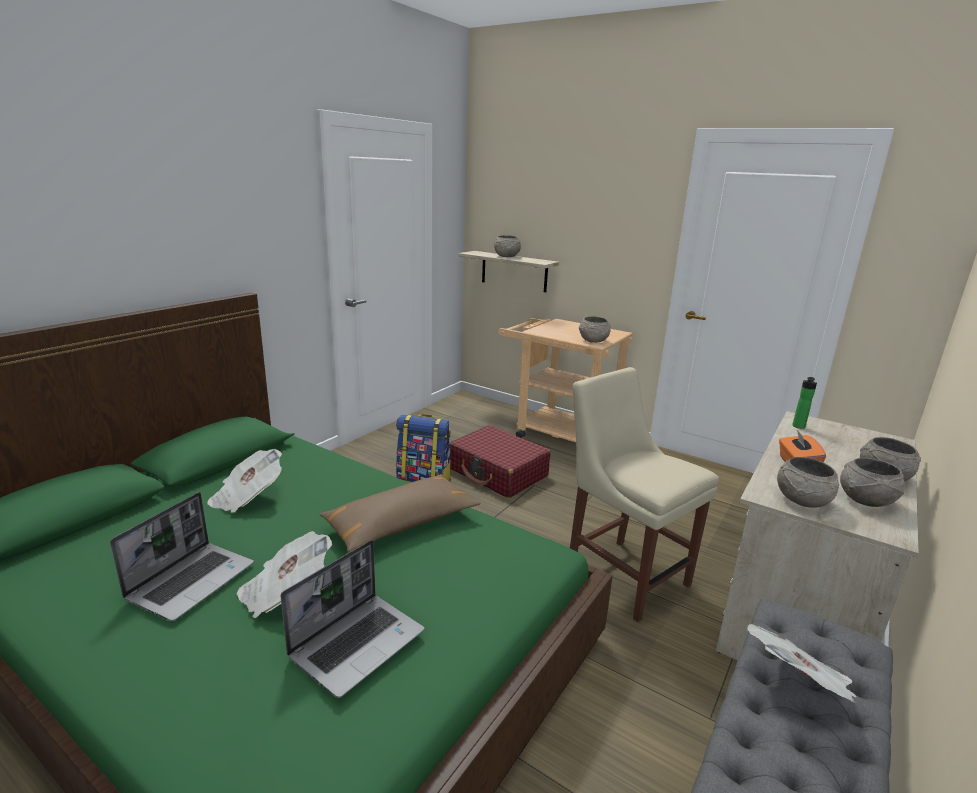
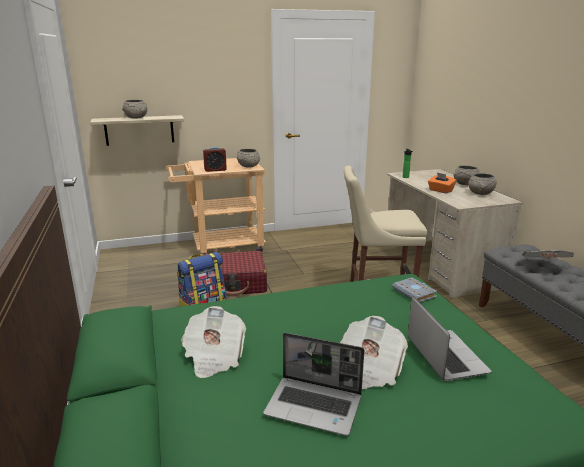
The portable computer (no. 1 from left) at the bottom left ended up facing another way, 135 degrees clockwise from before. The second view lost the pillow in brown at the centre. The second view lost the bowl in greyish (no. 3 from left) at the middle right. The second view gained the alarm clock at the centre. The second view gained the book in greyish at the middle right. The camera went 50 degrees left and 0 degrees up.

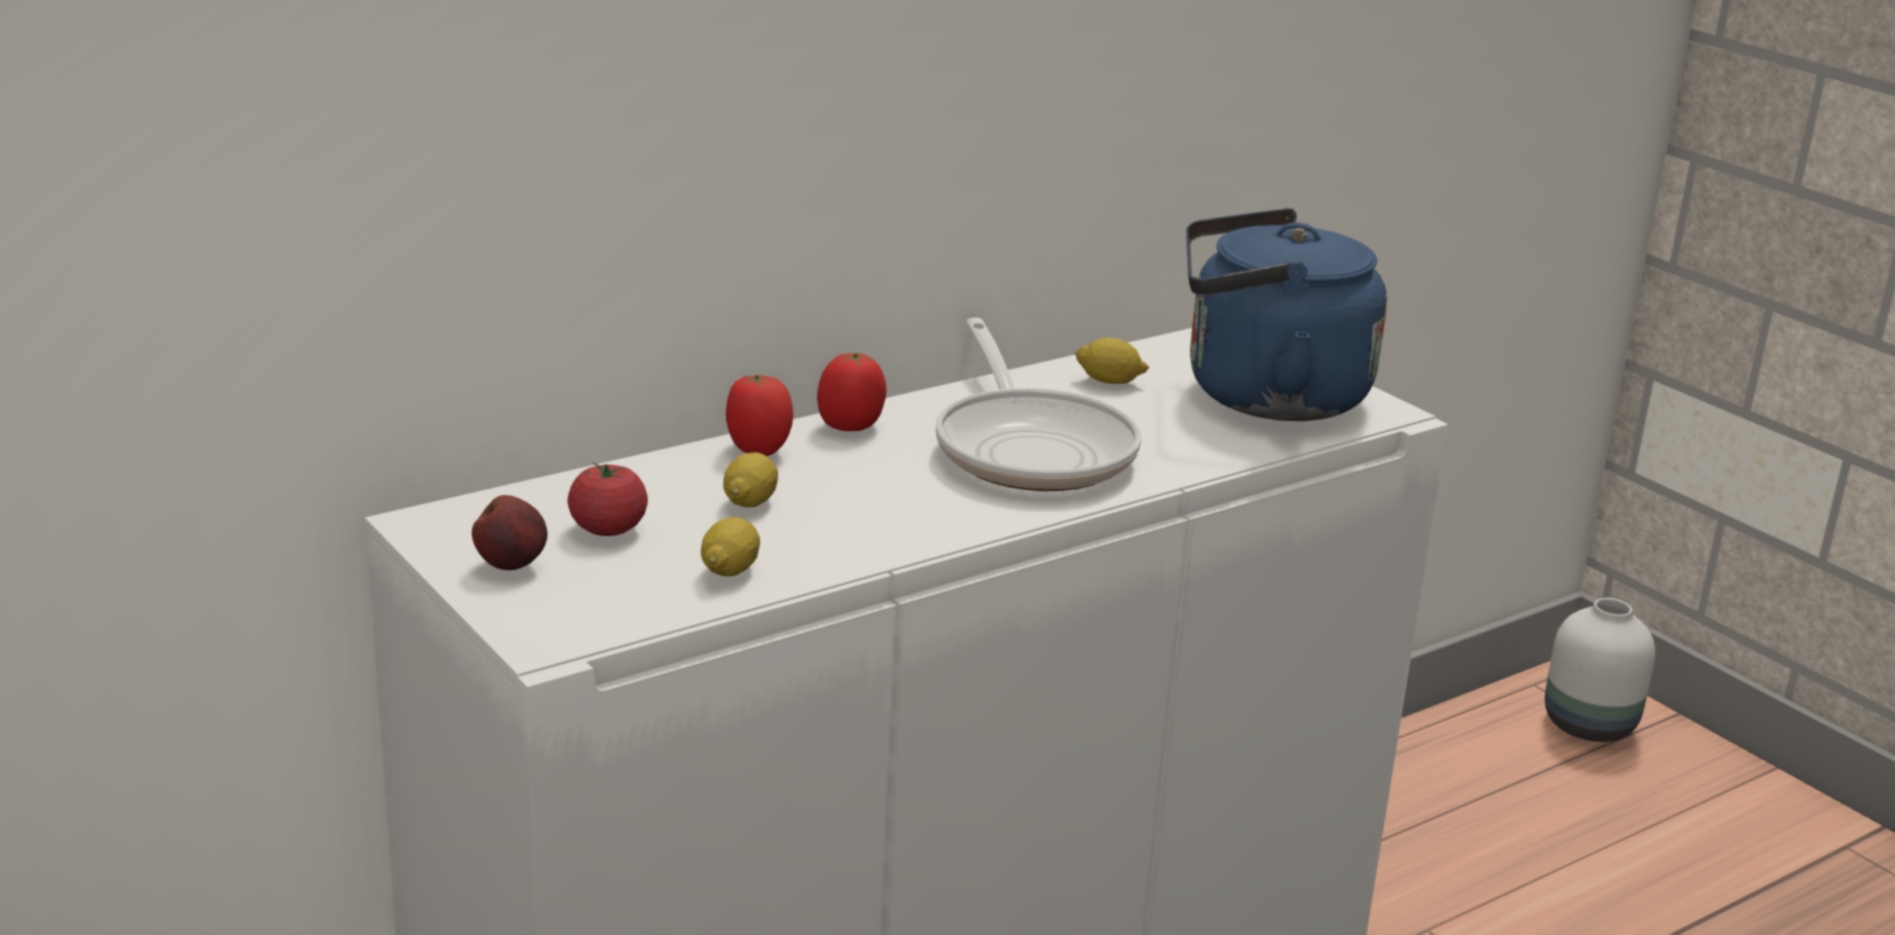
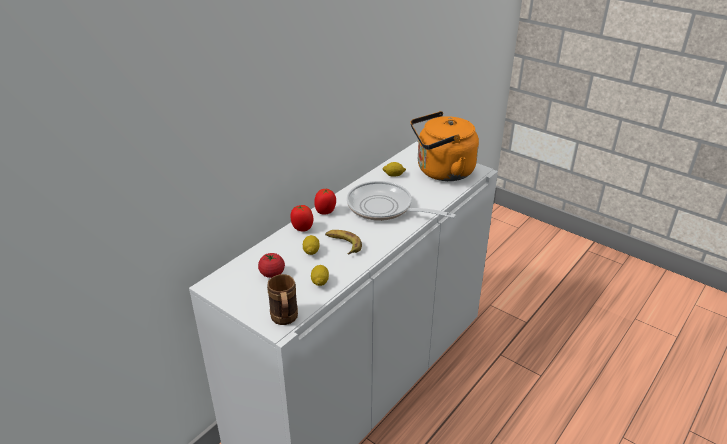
The second view lost the apple fruit at the middle left. The skillet at the centre ended up facing another way, 150 degrees clockwise from before. What was the water kettle in blue at the middle right turned into the water kettle in orange-coloured at the top centre. The second view lost the flower vase in white at the bottom right. The second view gained the coffee mug in brown at the bottom centre. The second view gained the banana fruit at the centre. The camera went 15 degrees left and 10 degrees up.

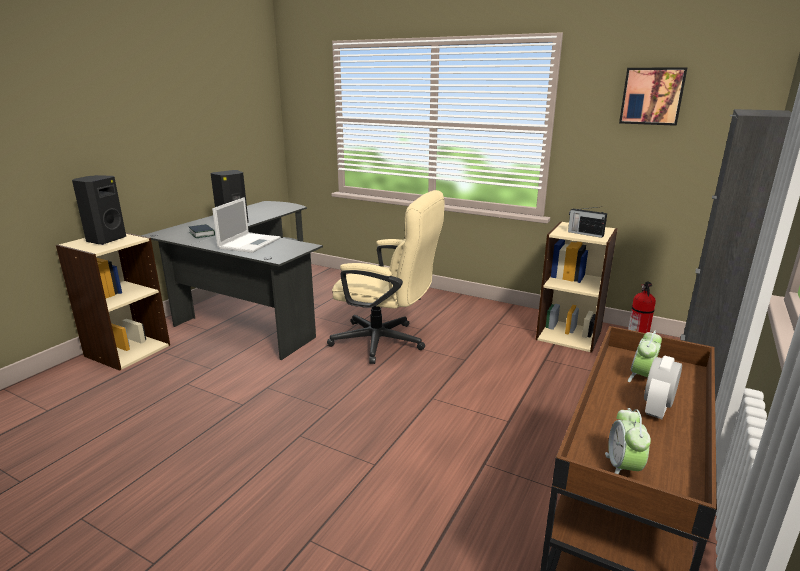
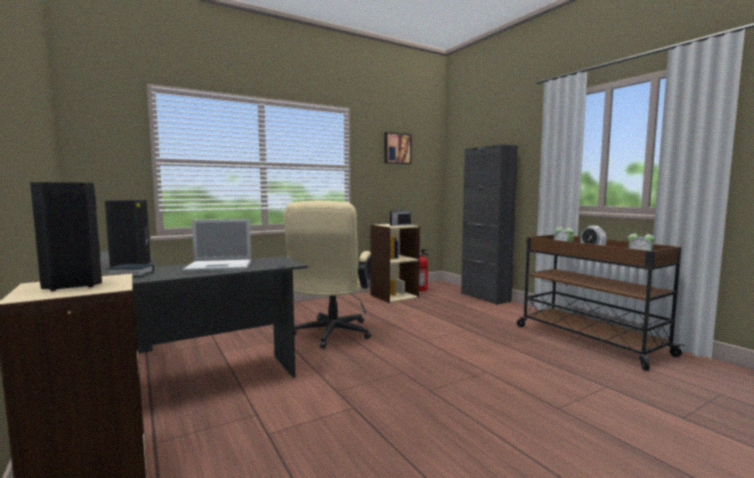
The portable computer at the middle left ended up facing another way, 120 degrees clockwise from before. The office chair in sand-coloured at the centre ended up facing another way, 135 degrees clockwise from before. The camera went 60 degrees left and 15 degrees down.

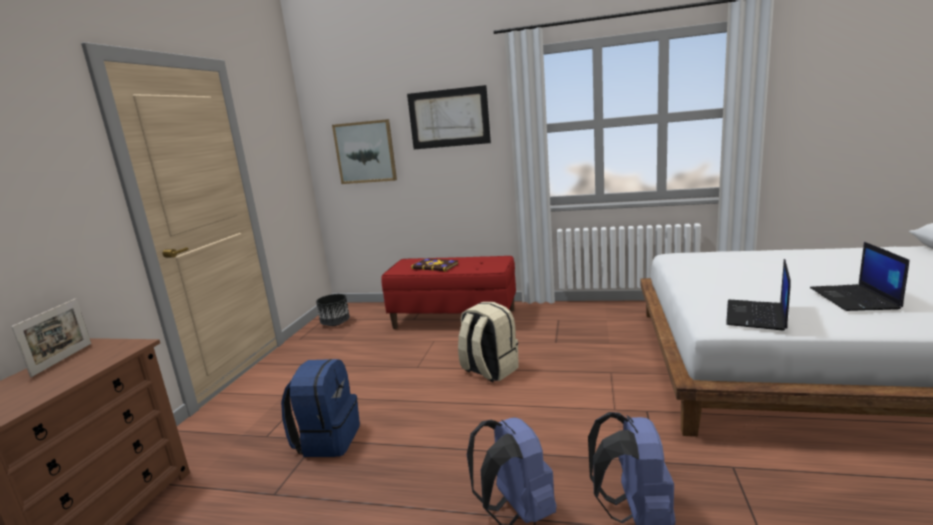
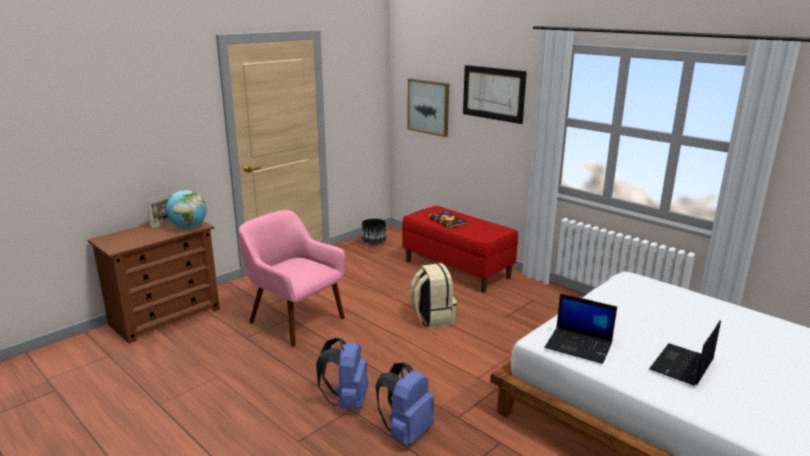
Where the backpack in blue (no. 1 from left) stood at the bottom centre, the armchair in pink-coloured came to stand at the centre. The portable computer (no. 1 from left) at the middle right ended up facing another way, 120 degrees counterclockwise from before. The second view gained the desk globe at the middle left. The camera went 30 degrees right and 5 degrees up.

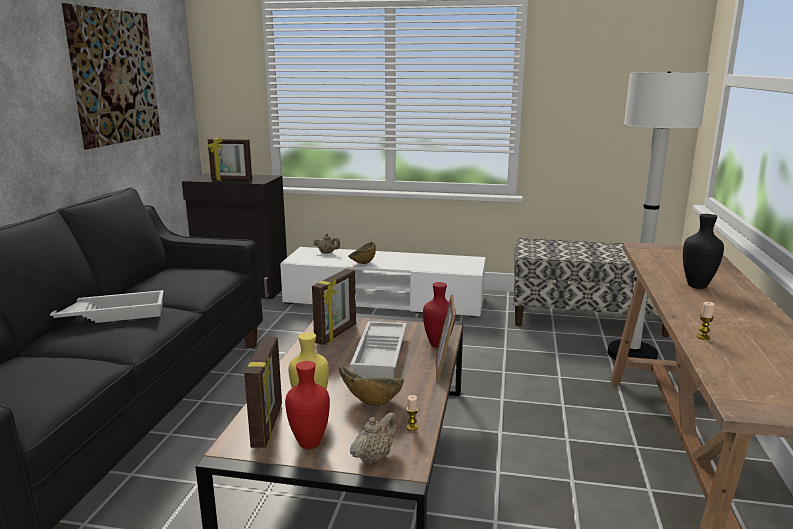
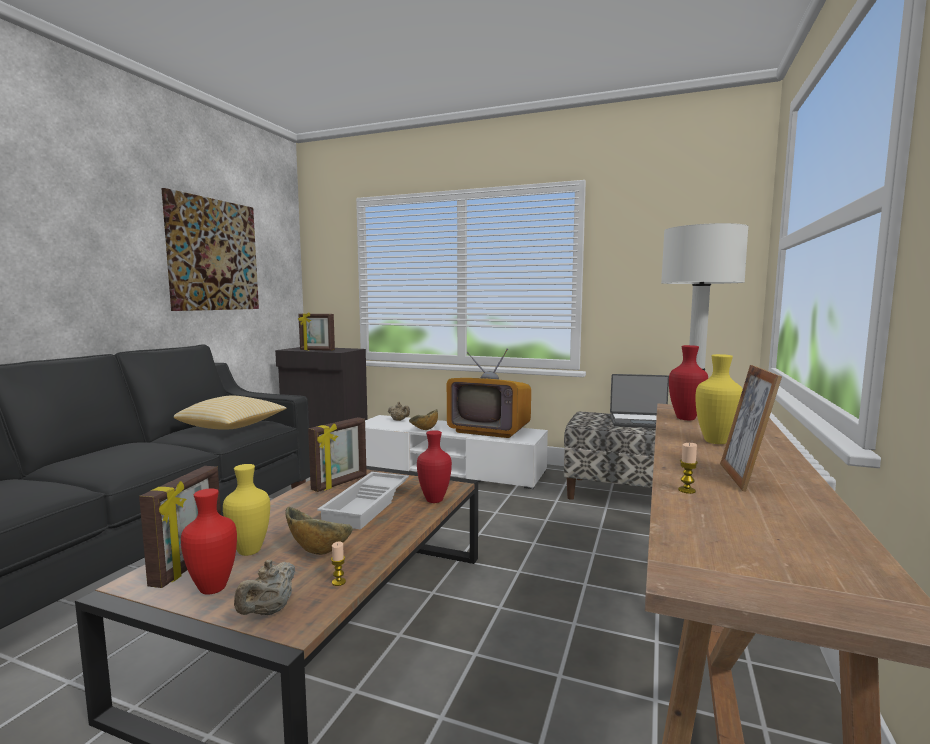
The second view lost the serving tray in white (no. 1 from left) at the middle left. The tea pot in sand-coloured (no. 2 from left in the first image) at the bottom centre ended up facing another way, 150 degrees clockwise from before. The standing frame (no. 4 from left) ended up elsewhere, having gone from the centre to the middle right. What was the flower vase in blackish at the middle right turned into the flower vase in yellow (no. 2 from left) at the middle right. The second view gained the pillow at the middle left. The second view gained the television at the centre. The second view gained the portable computer at the middle right. The second view gained the flower vase in red (no. 3 from left) at the middle right. The camera went 10 degrees right and 10 degrees down.

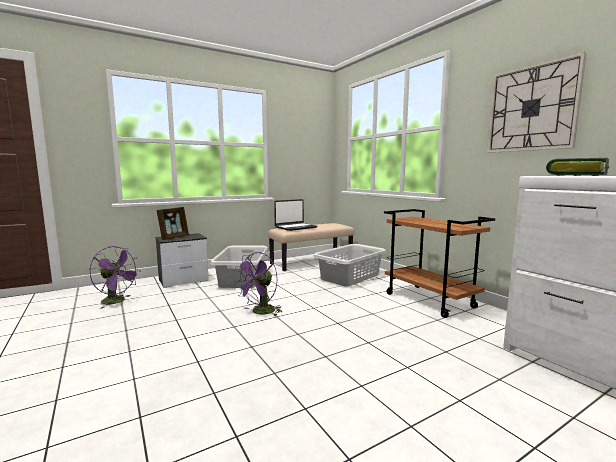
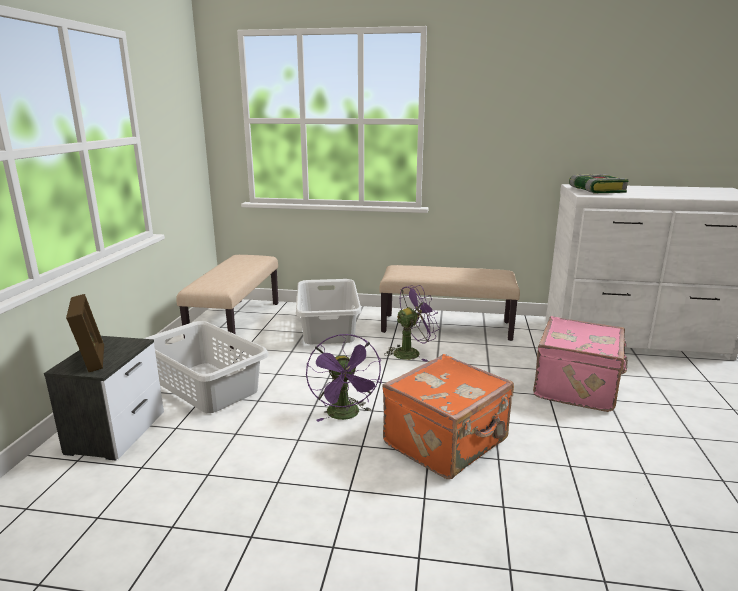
The cooling fan in purple (no. 1 from left in the first image) ended up elsewhere, having gone from the middle left to the centre. The second view lost the portable computer at the centre. Where the wheeled cart in brown stood at the middle right, the indoor bench in sand-coloured (no. 2 from left) came to stand at the centre. The second view lost the wall clock at the top right. The second view gained the piece of luggage in orange-coloured at the bottom centre. The second view gained the piece of luggage in pink-coloured at the middle right. The camera went 50 degrees left and 10 degrees up.

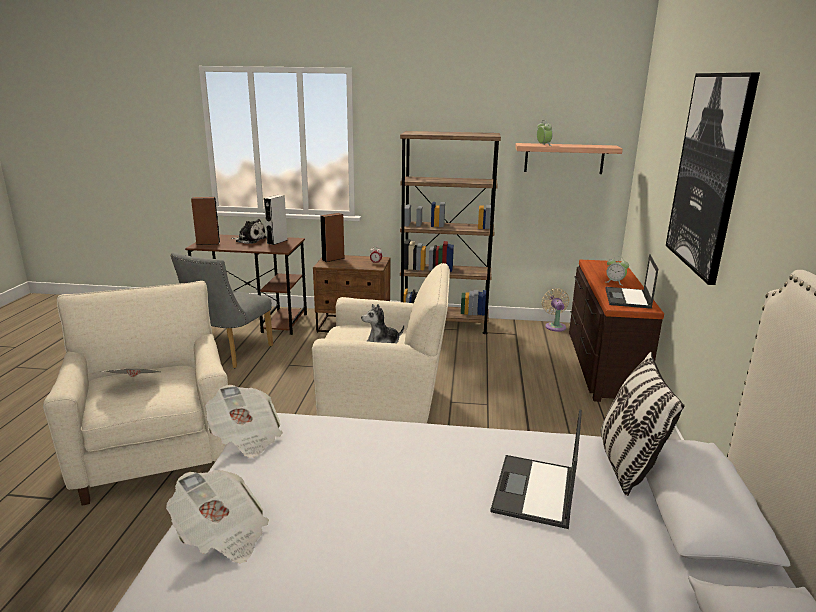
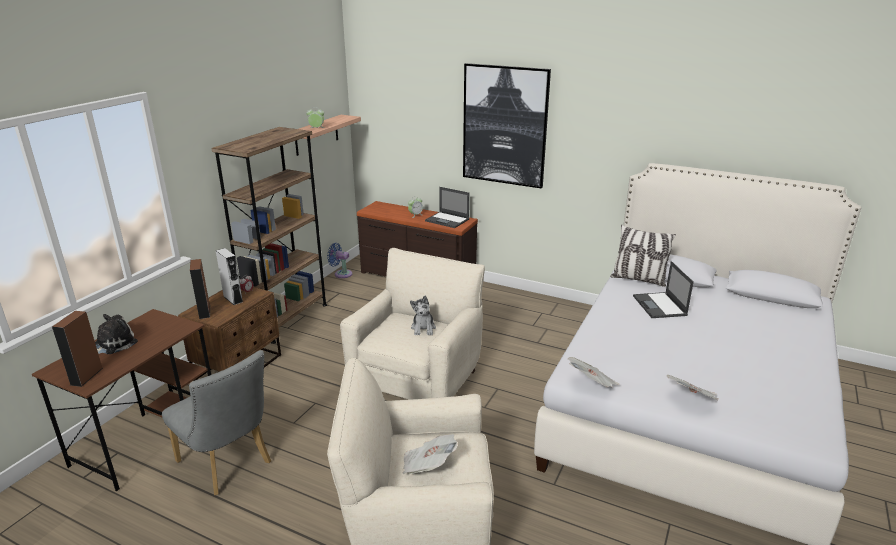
The loudspeaker in greyish ended up elsewhere, having gone from the centre to the middle left. The portable computer (no. 1 from left in the first image) at the bottom centre ended up facing another way, 45 degrees clockwise from before. What was the cooling fan in sand-coloured at the middle right turned into the cooling fan in blue at the centre. The camera went 70 degrees left and 5 degrees up.

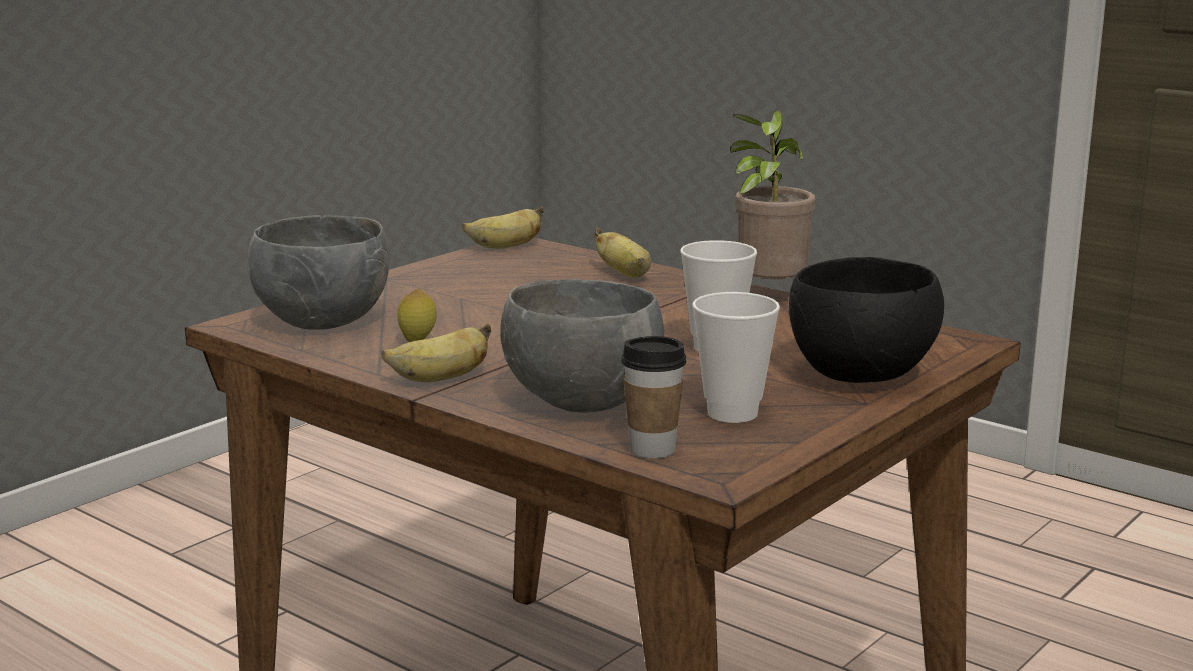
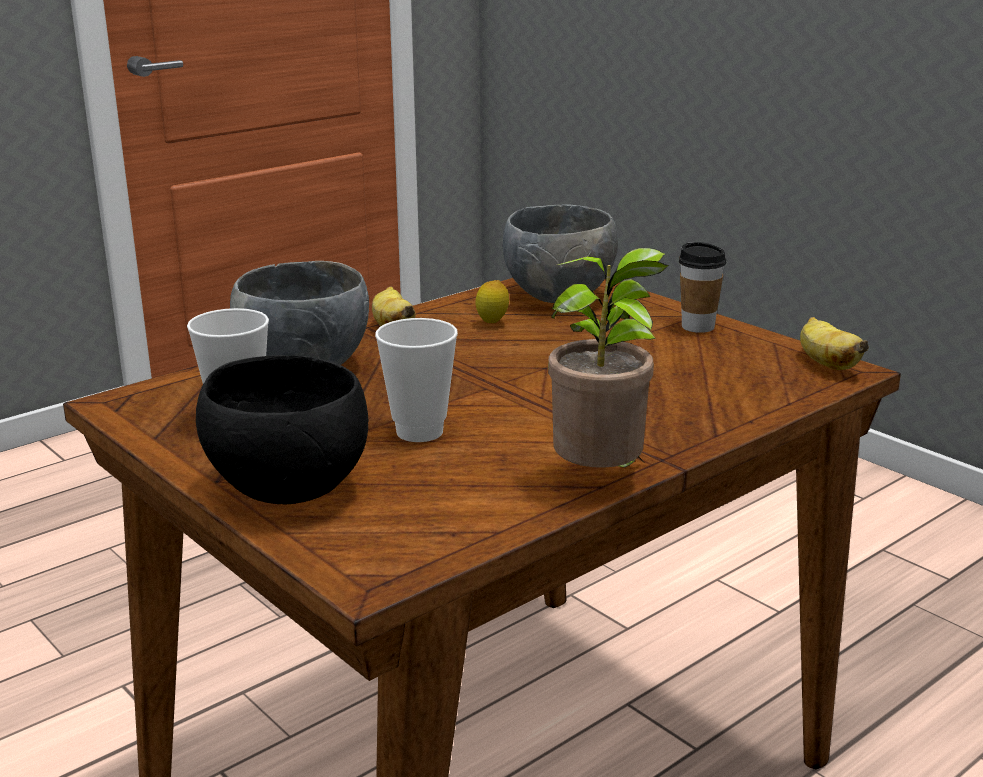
The second view lost the banana fruit (no. 3 from left) at the centre. The cup (no. 1 from left in the first image) ended up elsewhere, having gone from the centre to the middle right. The camera went 100 degrees right and 5 degrees up.

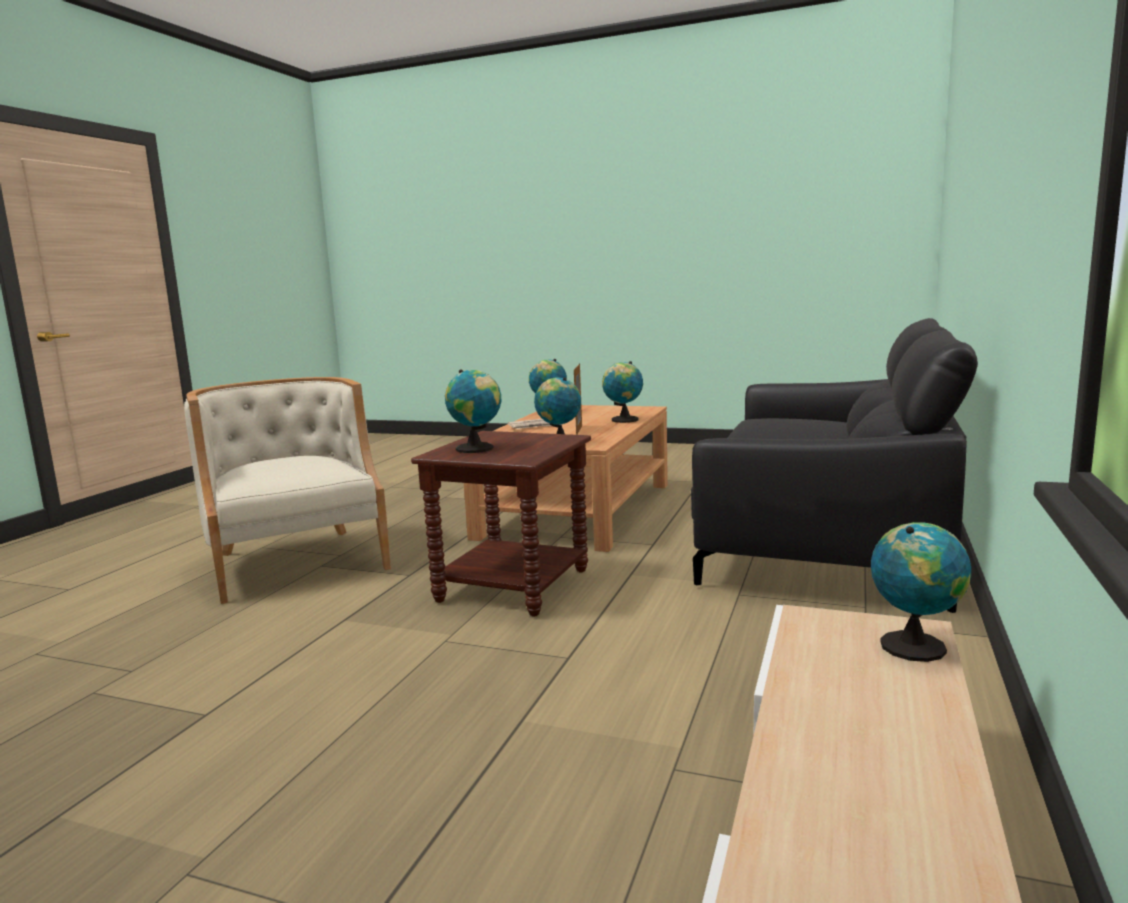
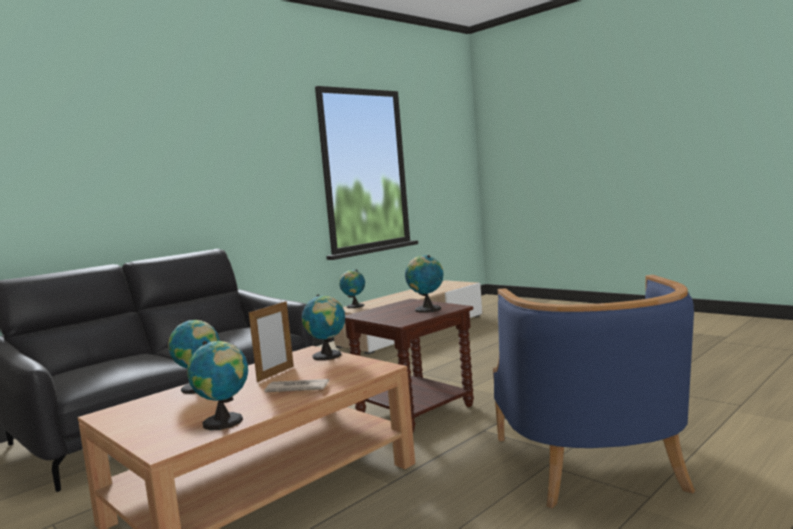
What was the armchair in sand-coloured at the middle left turned into the armchair in blue at the bottom right. The camera went 155 degrees left and 5 degrees down.

